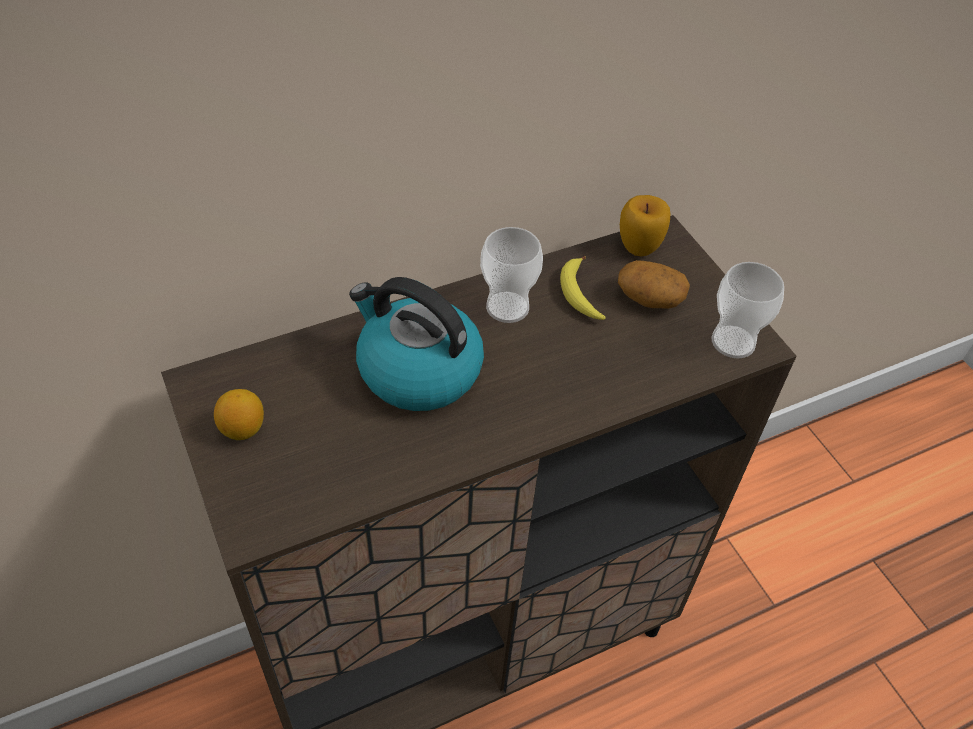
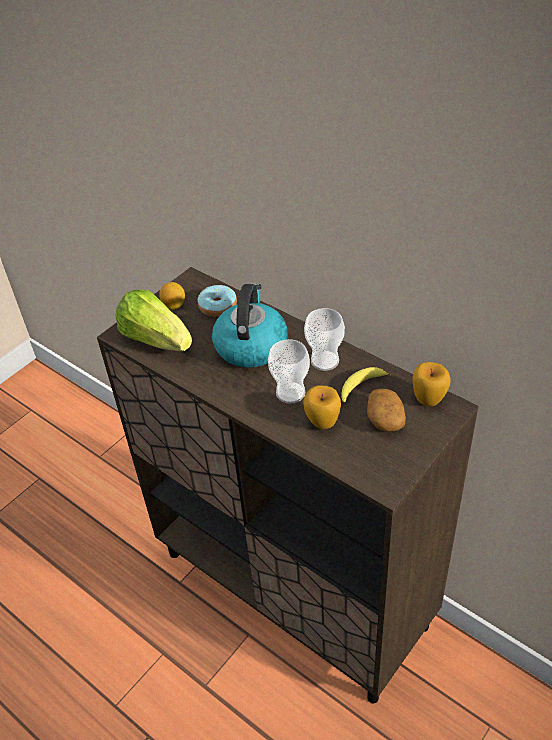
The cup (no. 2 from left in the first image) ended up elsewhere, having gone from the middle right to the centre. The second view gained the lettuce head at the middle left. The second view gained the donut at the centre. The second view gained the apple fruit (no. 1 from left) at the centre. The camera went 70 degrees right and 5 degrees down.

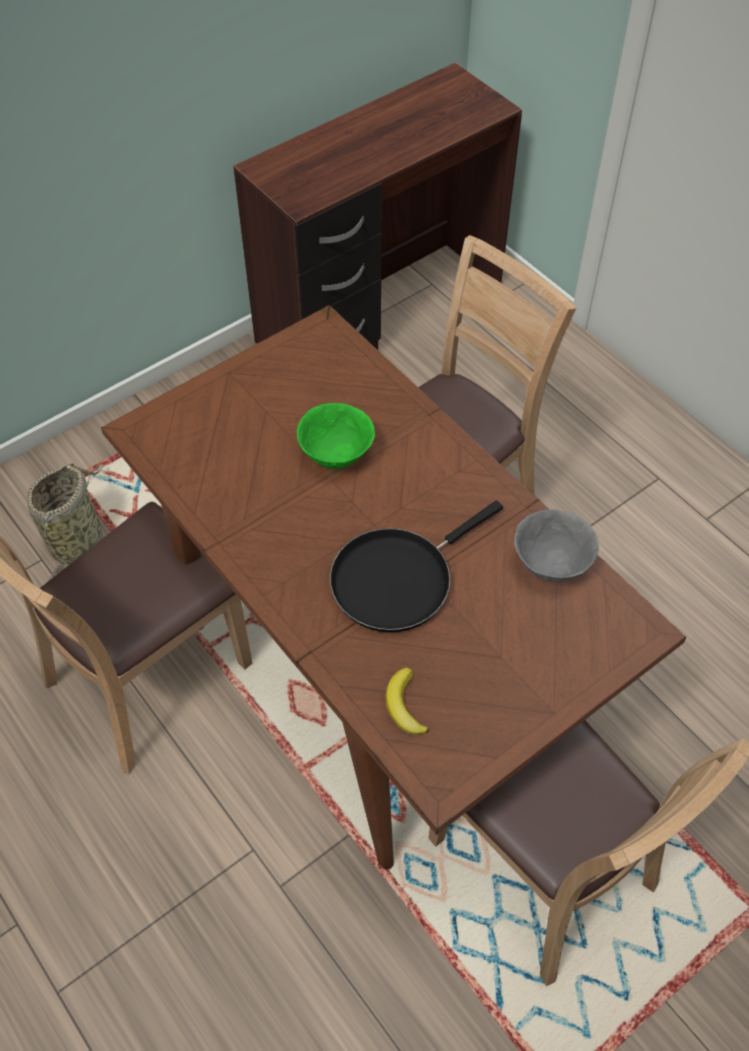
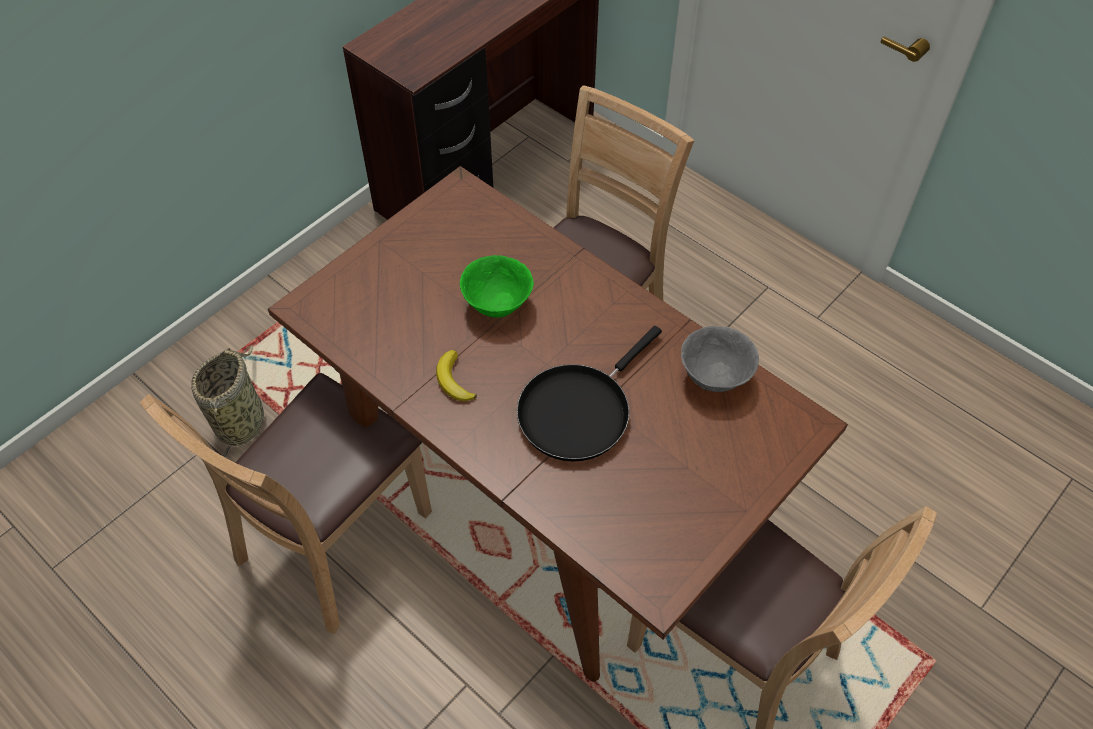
The banana fruit ended up elsewhere, having gone from the bottom centre to the centre. The camera went 10 degrees left and 0 degrees up.

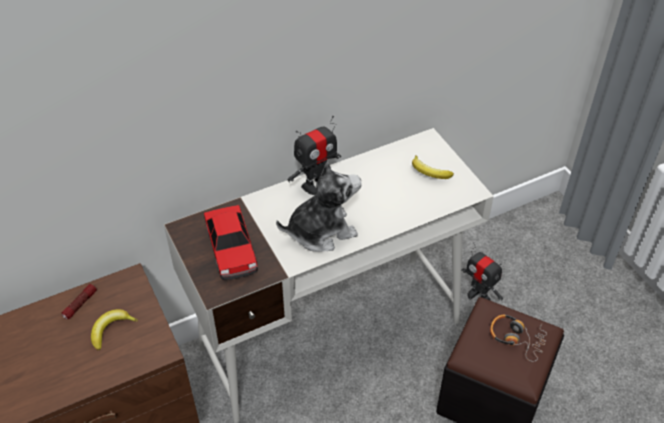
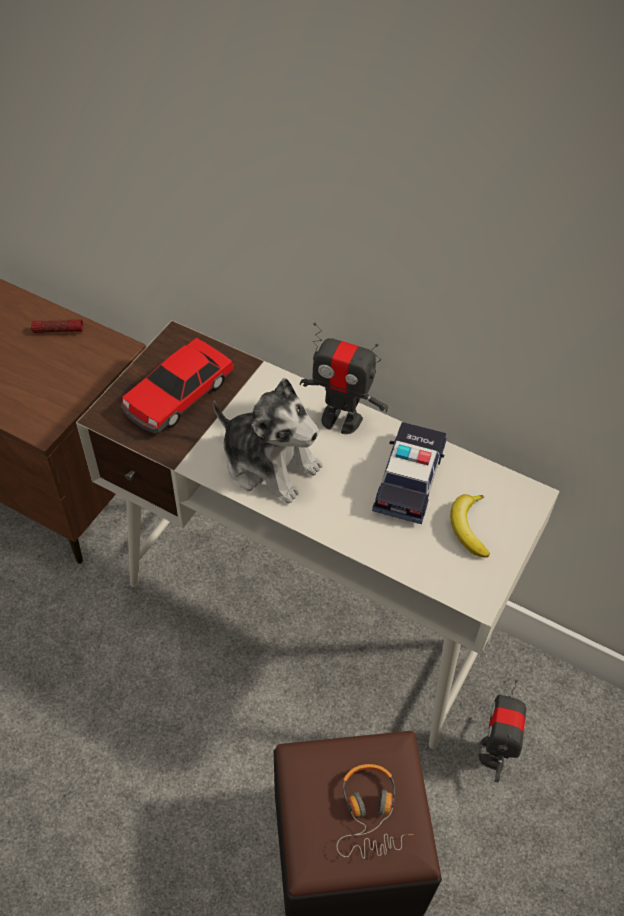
The second view lost the banana fruit (no. 1 from left) at the bottom left. The second view gained the miniature car (no. 2 from left) at the centre. The camera went 55 degrees right and 5 degrees up.

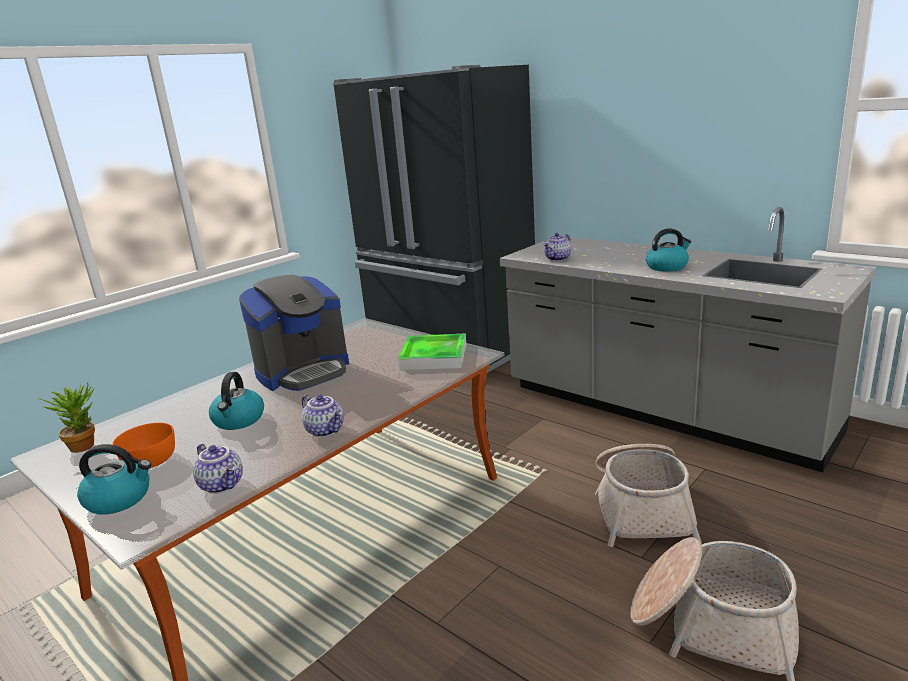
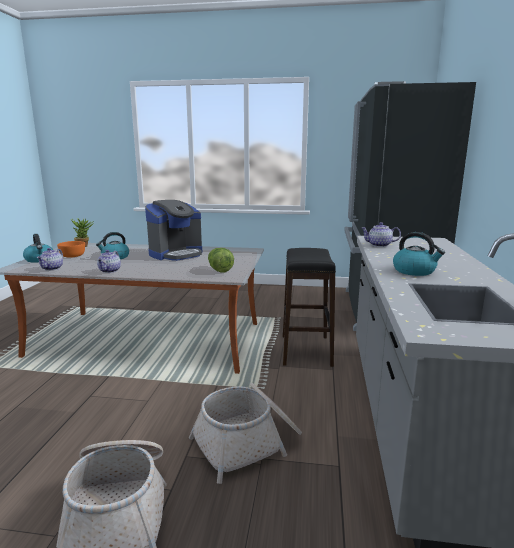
The coffee machine at the middle left ended up facing another way, 60 degrees counterclockwise from before. Where the serving tray stood at the centre, the lettuce head came to stand at the centre. The second view gained the stool seat in blackish at the centre. The camera went 55 degrees right and 5 degrees down.

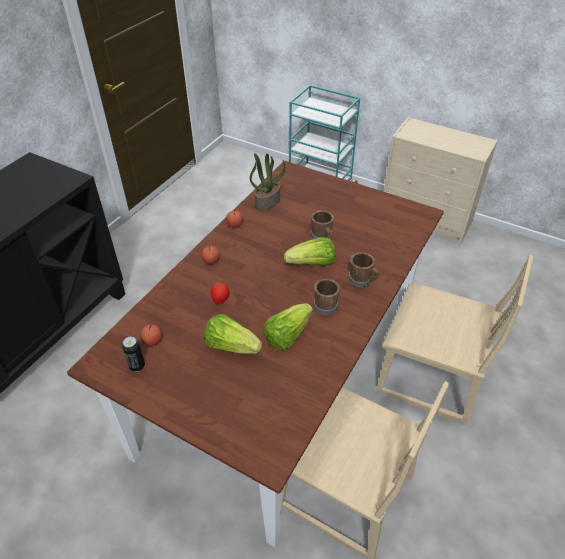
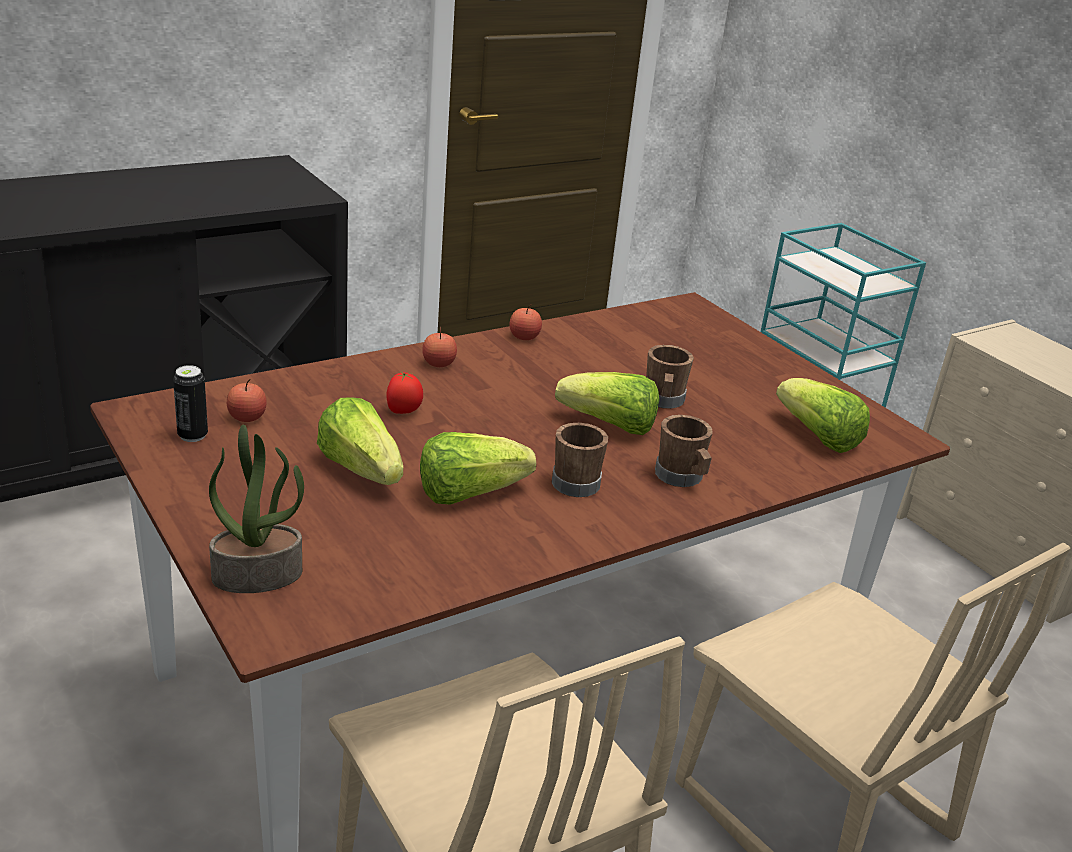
The potted plant ended up elsewhere, having gone from the top centre to the middle left. The second view gained the lettuce head (no. 4 from left) at the middle right. The camera went 25 degrees right and 15 degrees down.

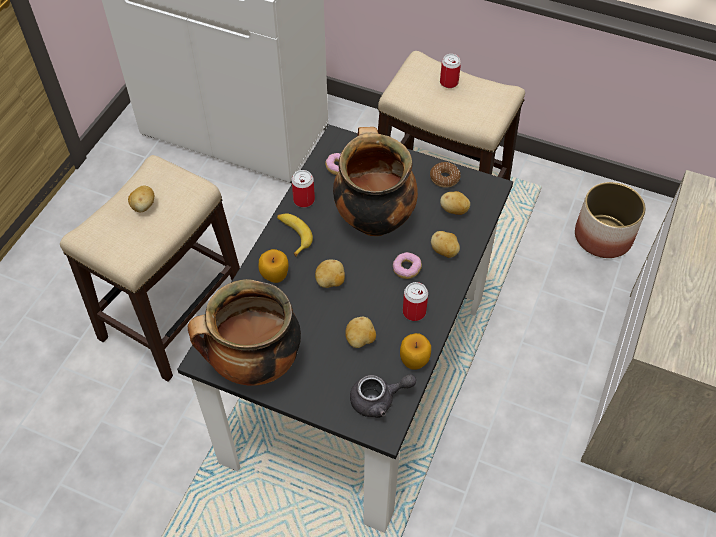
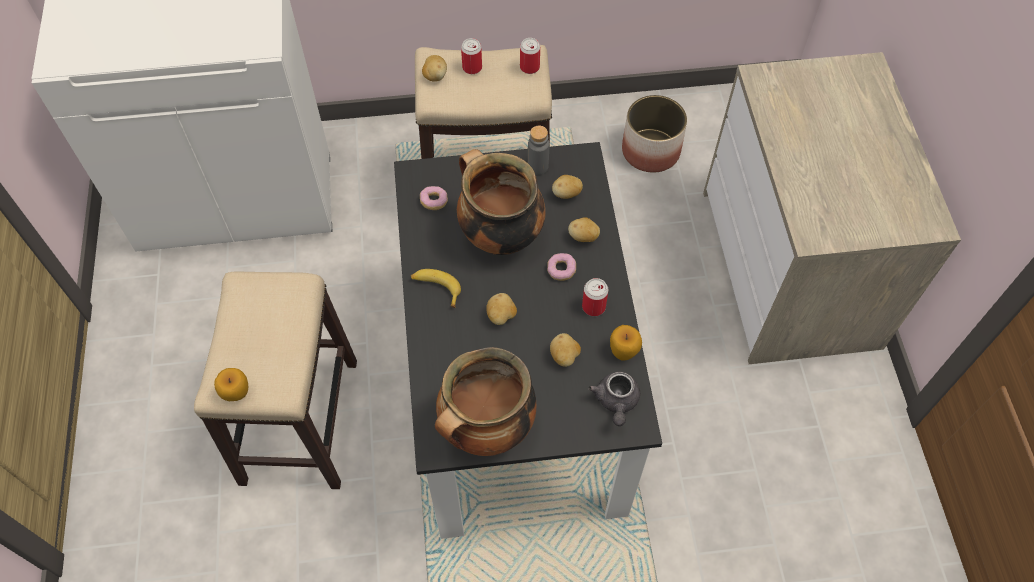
The potato (no. 1 from left) ended up elsewhere, having gone from the middle left to the top centre. The apple fruit (no. 1 from left) ended up elsewhere, having gone from the centre to the middle left. The can (no. 1 from left in the first image) ended up elsewhere, having gone from the centre to the top centre. The tea pot in greyish at the bottom centre ended up facing another way, 135 degrees clockwise from before. Where the donut (no. 3 from left) stood at the top centre, the bottle in greyish came to stand at the top centre. The camera went 30 degrees left and 5 degrees up.

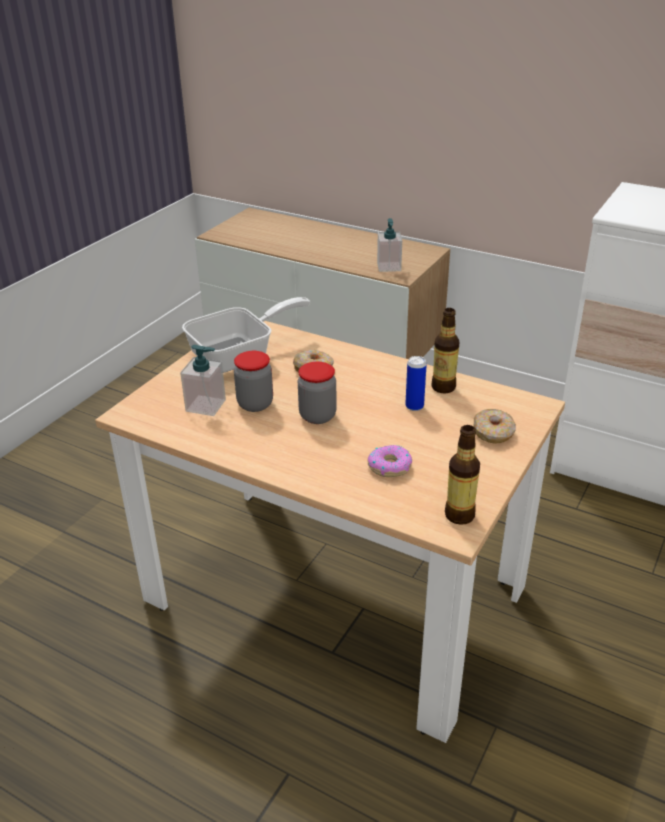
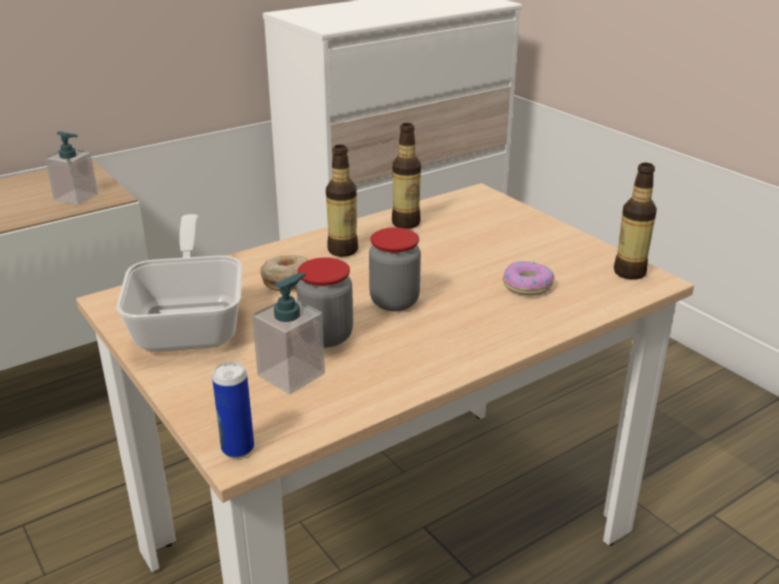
The can ended up elsewhere, having gone from the centre to the bottom left. The second view lost the donut (no. 3 from left) at the middle right. The second view gained the bottle (no. 1 from left) at the centre. The camera went 65 degrees left and 5 degrees down.

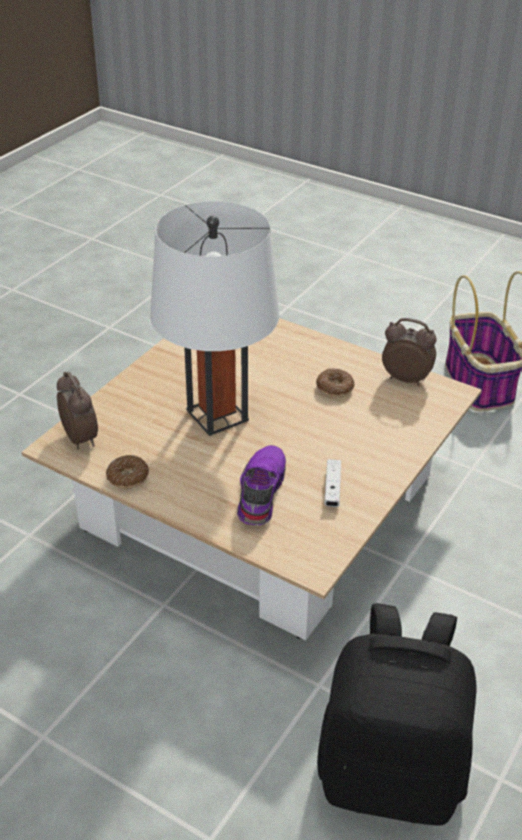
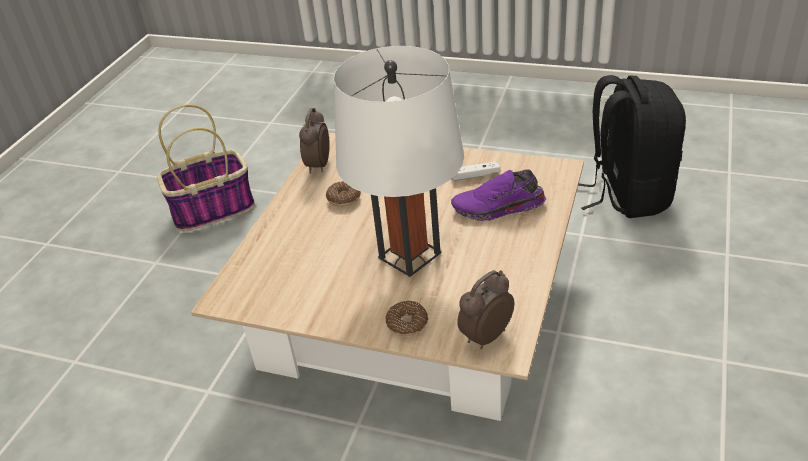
The donut (no. 1 from left in the first image) ended up elsewhere, having gone from the middle left to the bottom centre. The camera went 100 degrees left and 0 degrees up.

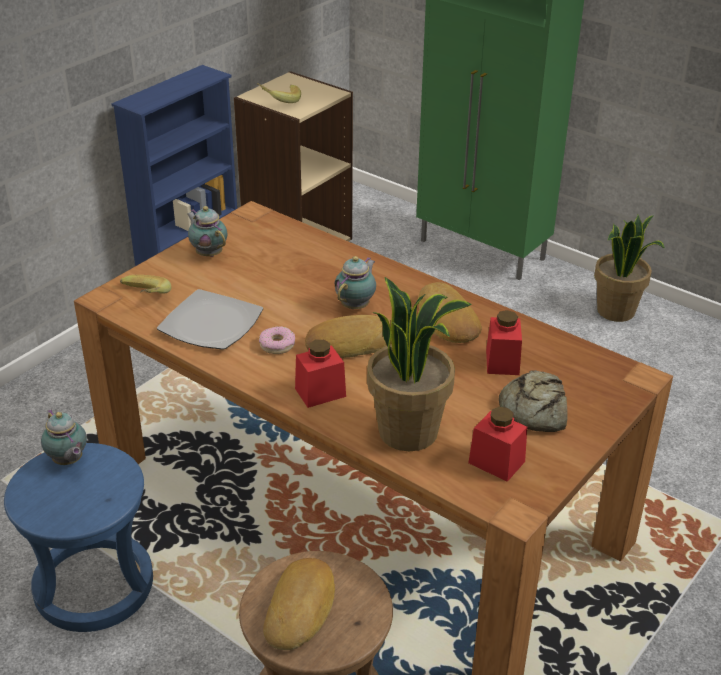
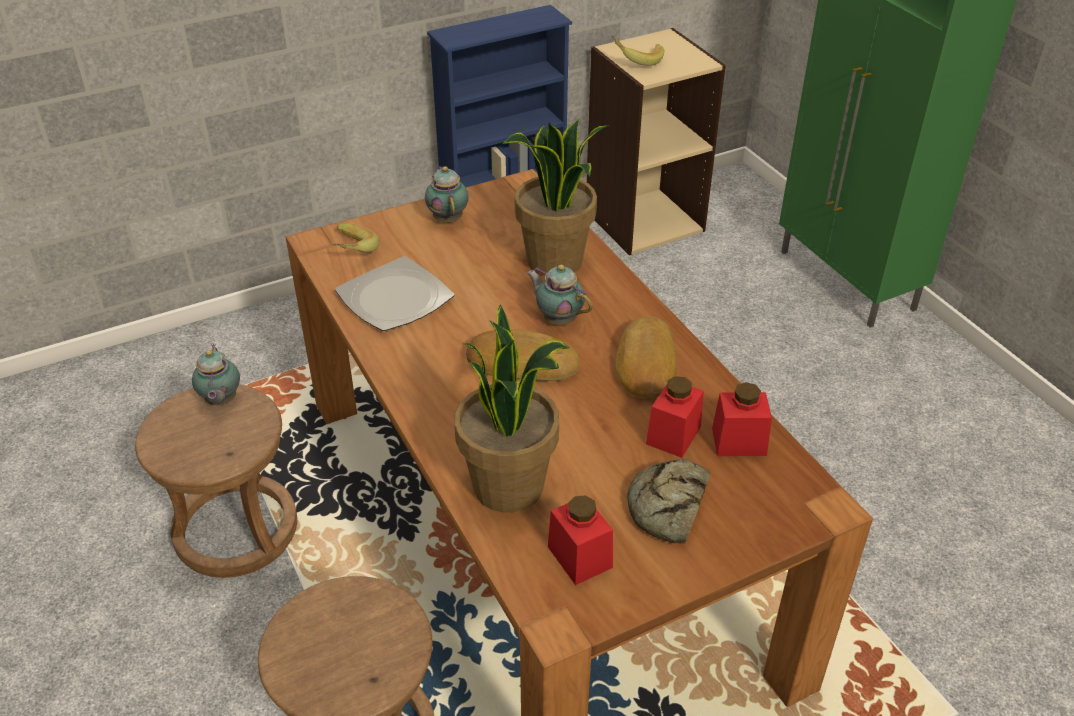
What was the stool seat in blue at the bottom left turned into the stool seat in brown (no. 1 from left) at the bottom left. The second view lost the donut at the centre. The second view lost the baked bread (no. 1 from left) at the bottom centre. The jar in red (no. 1 from left in the first image) ended up elsewhere, having gone from the centre to the middle right. The tea pot (no. 3 from left) at the centre ended up facing another way, 105 degrees counterclockwise from before. The potted plant (no. 2 from left) ended up elsewhere, having gone from the middle right to the top centre. The camera went 25 degrees right and 5 degrees up.

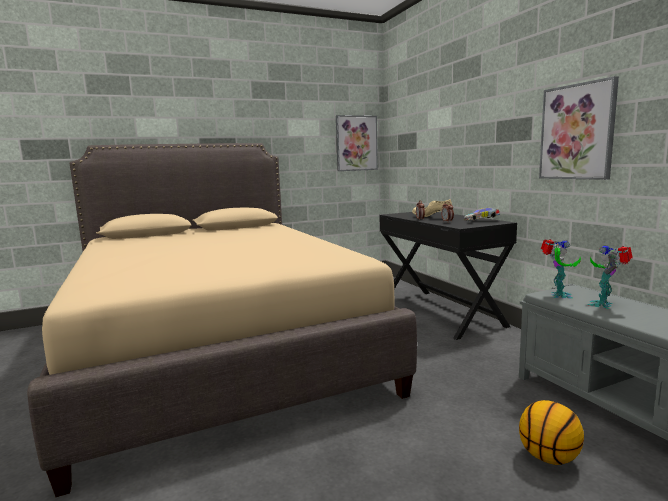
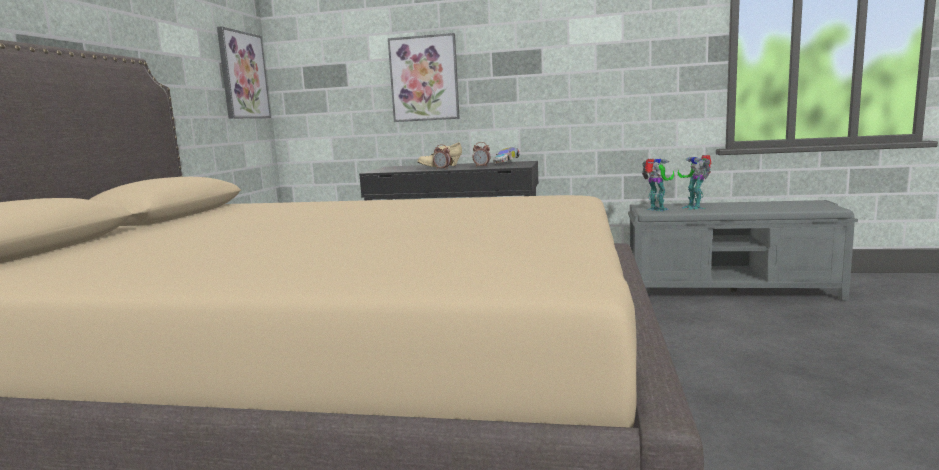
The second view lost the basketball at the bottom right. The picture (no. 2 from left) ended up elsewhere, having gone from the top right to the top centre. The camera went 55 degrees left and 0 degrees up.

